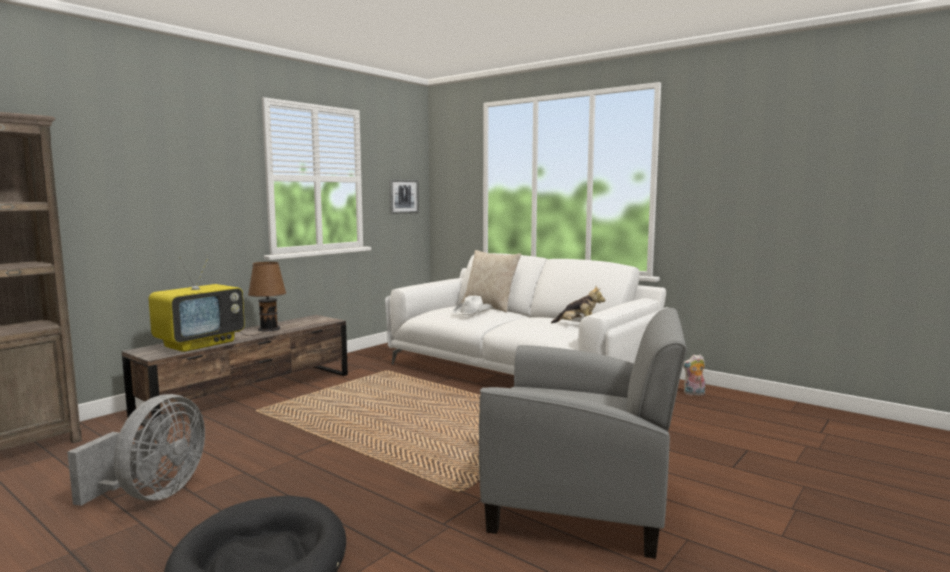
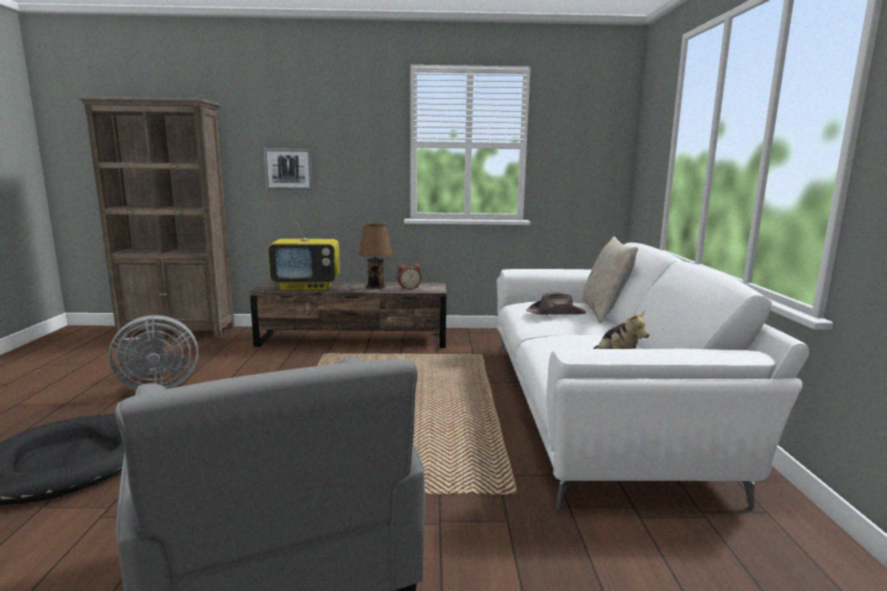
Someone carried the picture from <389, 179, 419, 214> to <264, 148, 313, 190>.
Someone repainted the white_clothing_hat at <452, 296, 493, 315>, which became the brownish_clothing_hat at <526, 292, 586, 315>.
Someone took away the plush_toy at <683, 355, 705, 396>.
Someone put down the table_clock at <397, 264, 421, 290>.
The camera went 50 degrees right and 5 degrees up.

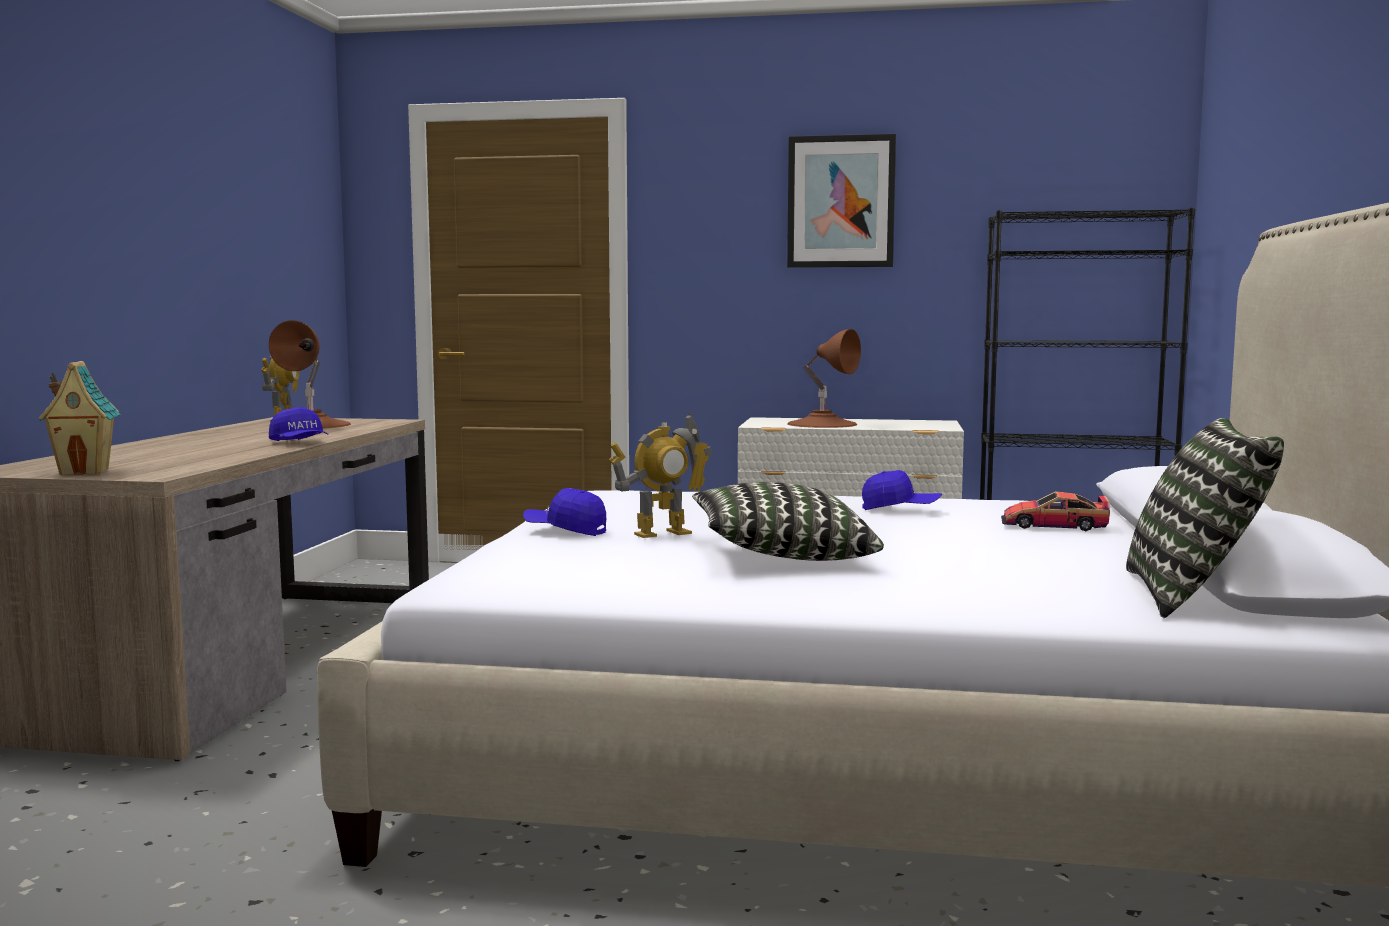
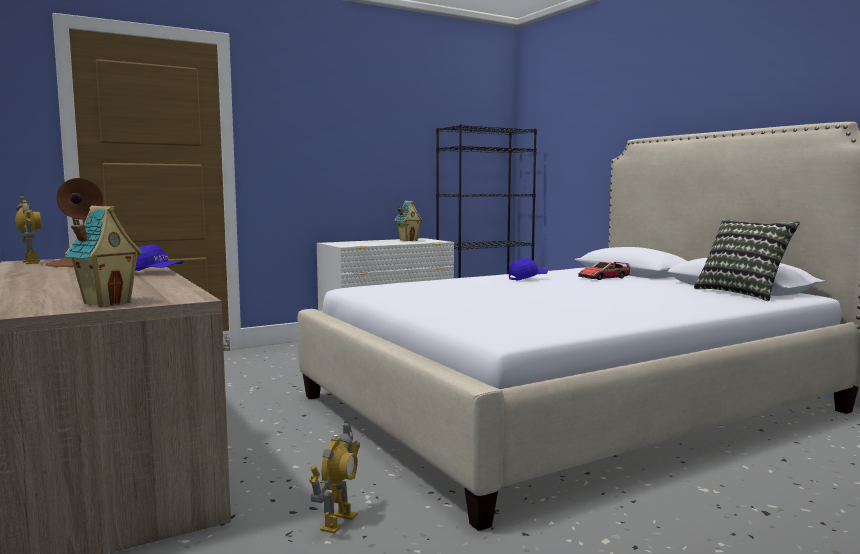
Someone took away the picture at <787, 134, 896, 268>.
Someone took away the brownish_table_lamp at <787, 329, 861, 428>.
Someone carried the robot_figure from <609, 414, 712, 538> to <309, 421, 360, 534>.
Someone took away the cushion at <692, 482, 884, 561>.
Someone took away the blue-coloured_cap at <523, 488, 606, 536>.
Someone put down the toy_house at <395, 201, 423, 241>.
The camera went 40 degrees left and 0 degrees up.

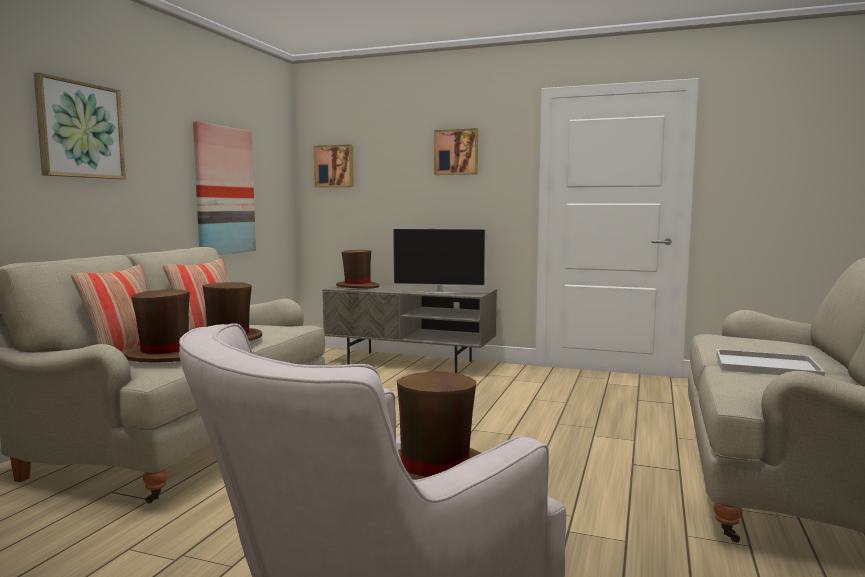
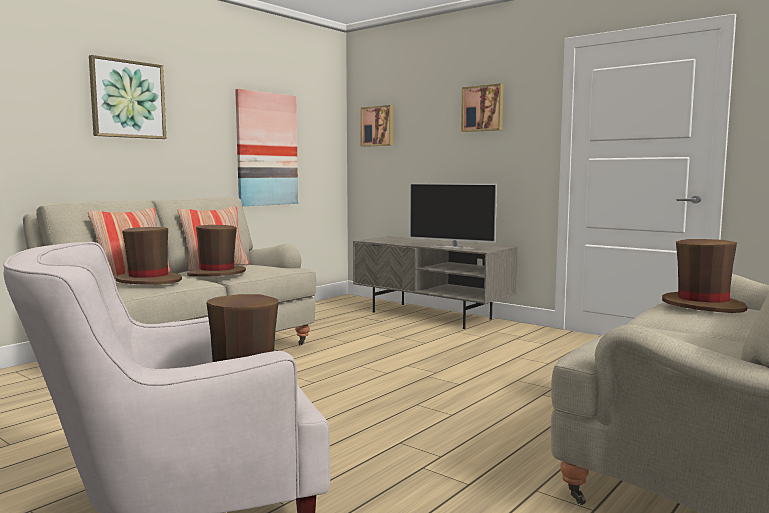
Someone carried the brownish_clothing_hat from <336, 250, 379, 289> to <662, 239, 747, 313>.
Someone took away the white_serving_tray at <716, 349, 825, 376>.
The camera went 20 degrees right and 0 degrees up.

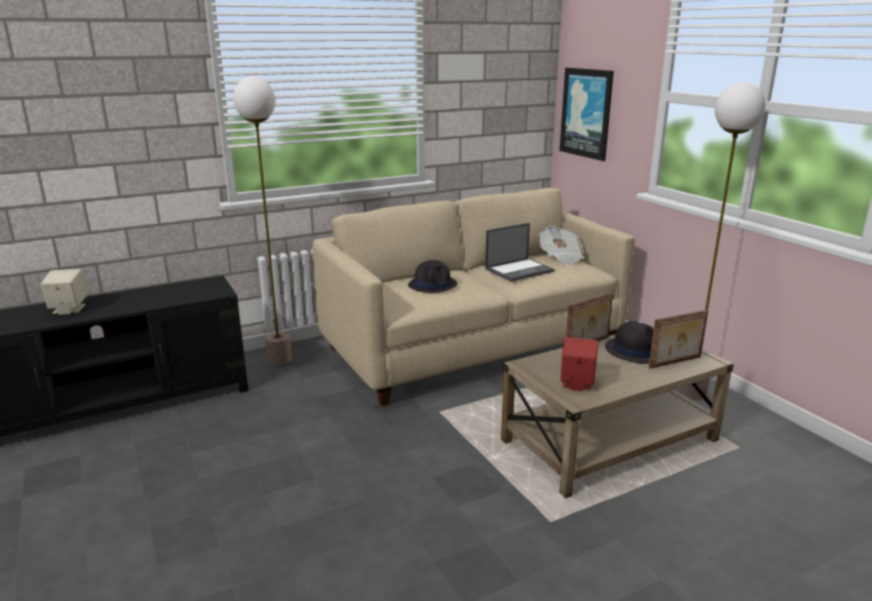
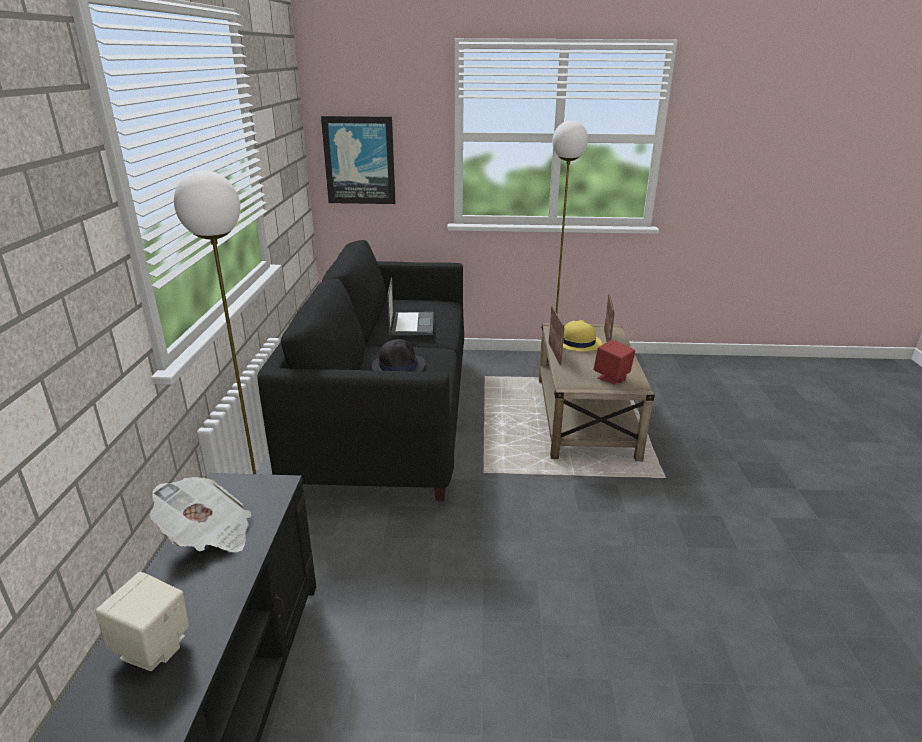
Someone repainted the beige_sofa at <313, 188, 635, 406>, which became the black-coloured_sofa at <257, 240, 464, 501>.
Someone carried the printed_paper from <539, 226, 584, 266> to <150, 477, 251, 552>.
Someone repainted the black-coloured_clothing_hat at <605, 321, 654, 364>, which became the yellow-coloured_clothing_hat at <563, 320, 602, 351>.
The camera went 60 degrees left and 5 degrees up.

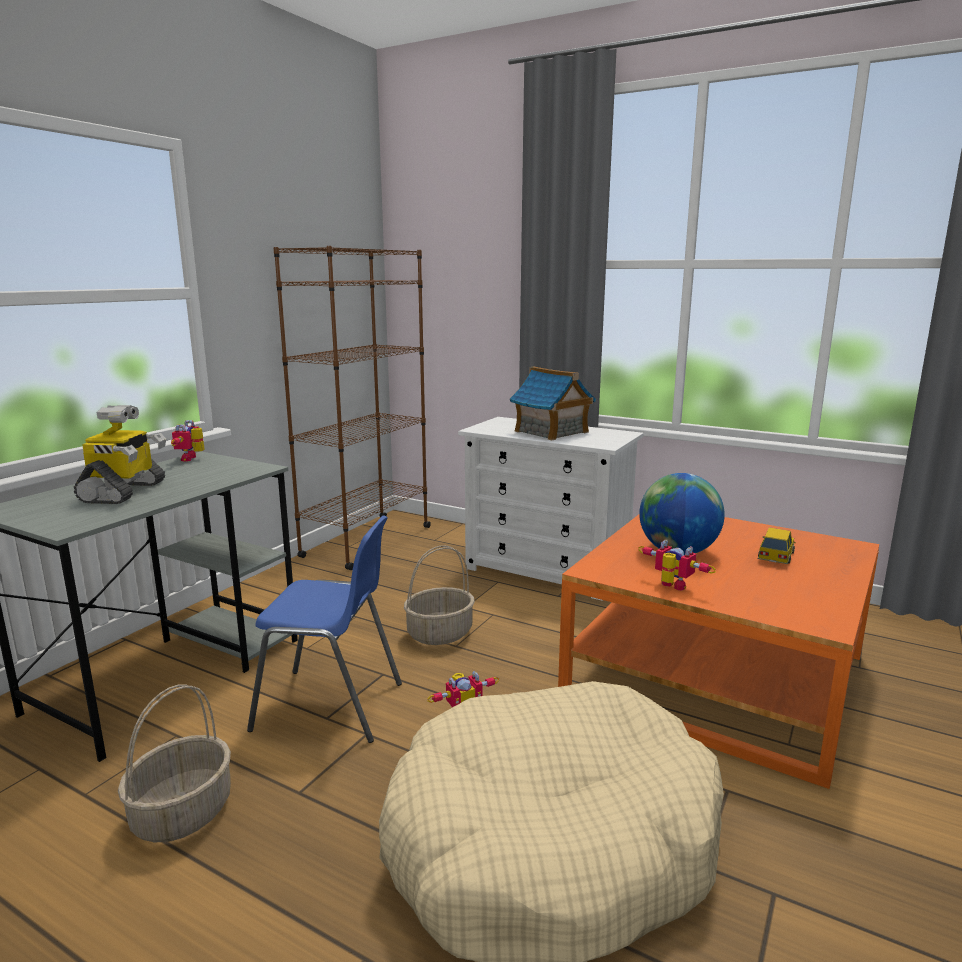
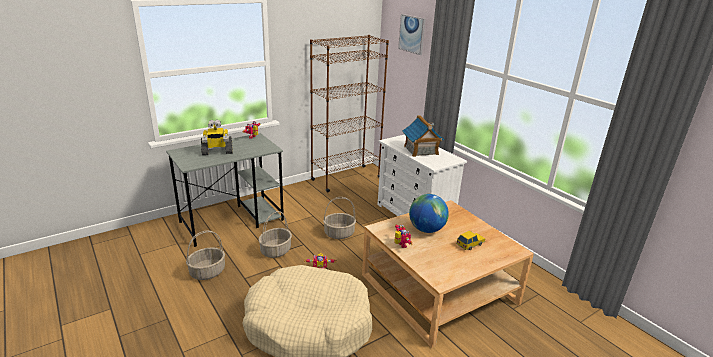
Someone rotated the robot_figure at <74, 405, 166, 504> by 45 degrees clockwise.
Someone repainted the orange_coffee_table at <558, 515, 879, 789>, which became the beige_coffee_table at <362, 200, 534, 348>.
Someone swapped the blue-coloured_plain_chair at <247, 516, 402, 743> for the storage_basket at <258, 211, 292, 258>.
Someone put up the picture at <398, 14, 426, 55>.
The camera went 25 degrees right and 10 degrees up.

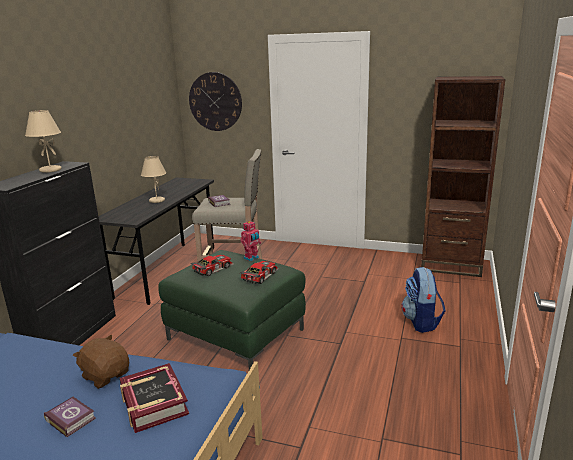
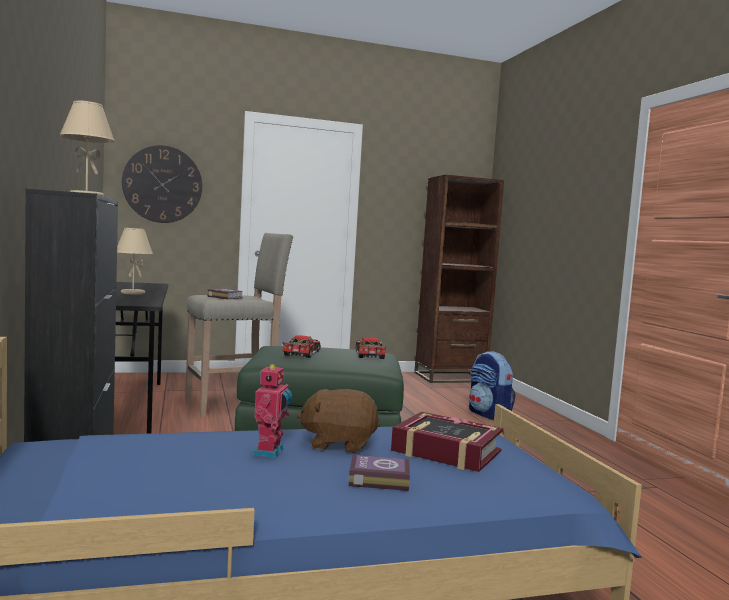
Someone carried the robot_figure from <240, 220, 261, 261> to <253, 364, 292, 458>.
The camera went 35 degrees left and 15 degrees down.

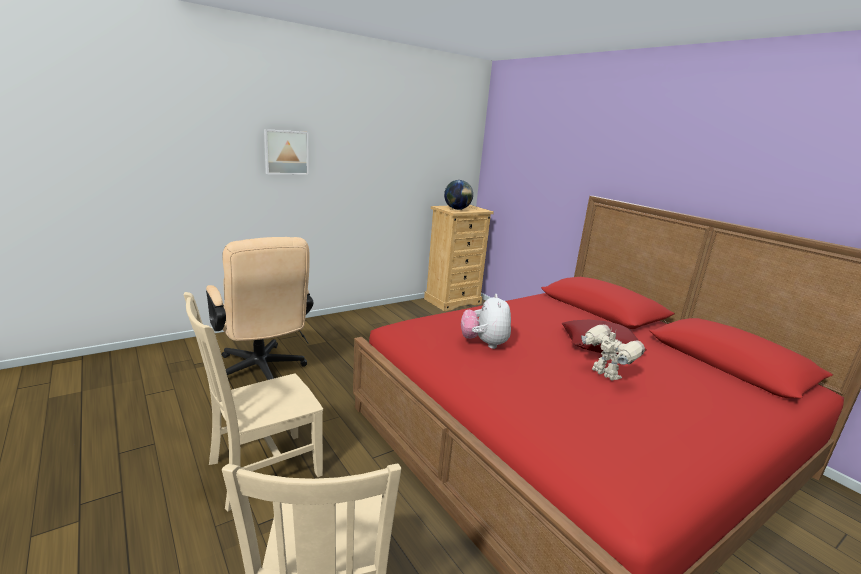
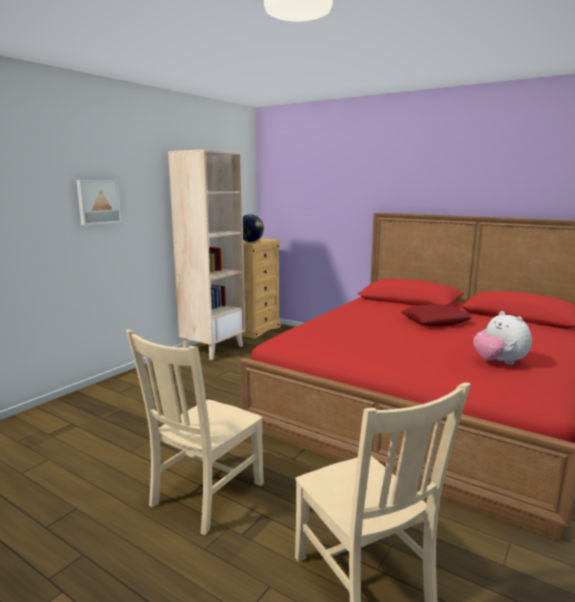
Someone took away the beige_desk_chair at <206, 237, 313, 380>.
Someone carried the plush_toy from <461, 294, 511, 349> to <473, 311, 532, 365>.
Someone took away the robot_figure at <581, 325, 645, 381>.
Someone put down the beige_shelving_unit at <168, 149, 245, 360>.
The camera went 20 degrees left and 5 degrees down.

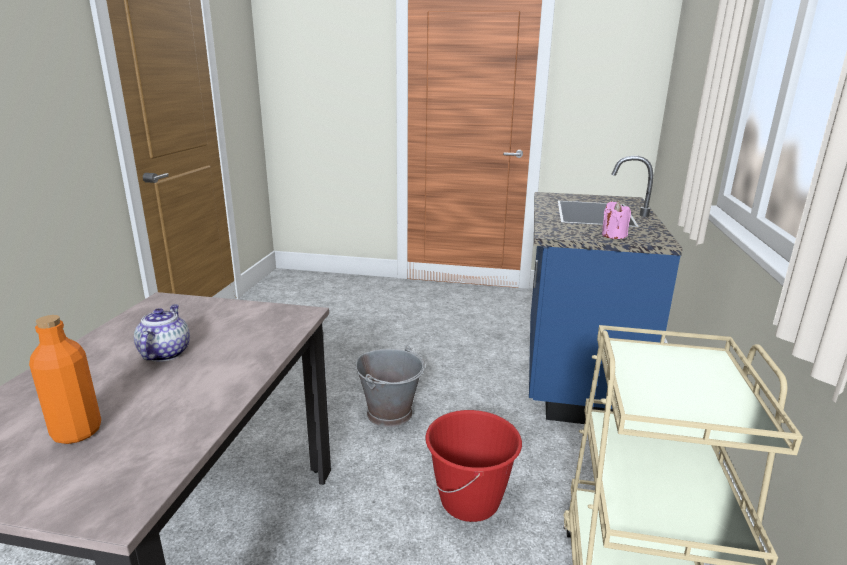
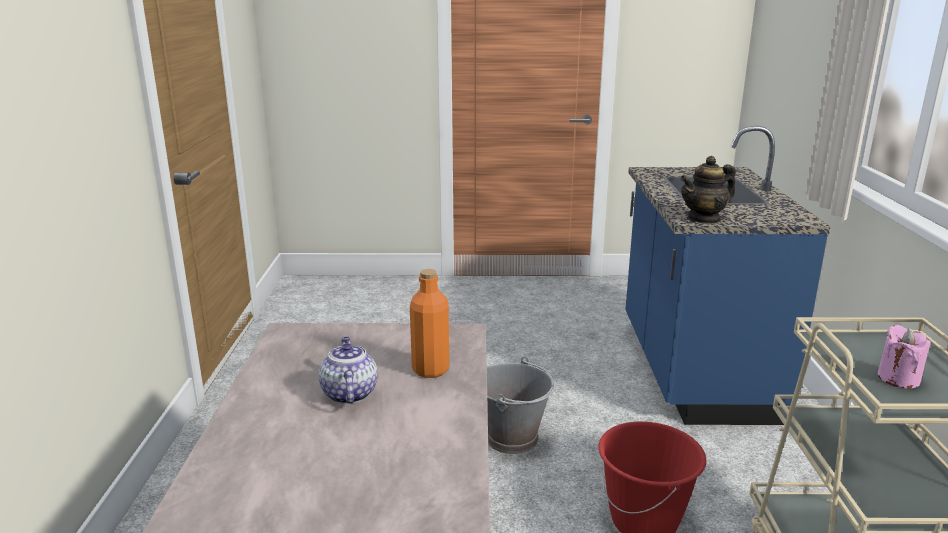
Someone carried the pink-coloured_wax_light from <602, 201, 631, 239> to <878, 325, 931, 389>.
Someone carried the orange_drink_bottle from <29, 315, 101, 444> to <410, 269, 449, 378>.
Someone put down the pot_for_tea at <680, 156, 736, 224>.
The camera went 10 degrees left and 0 degrees up.

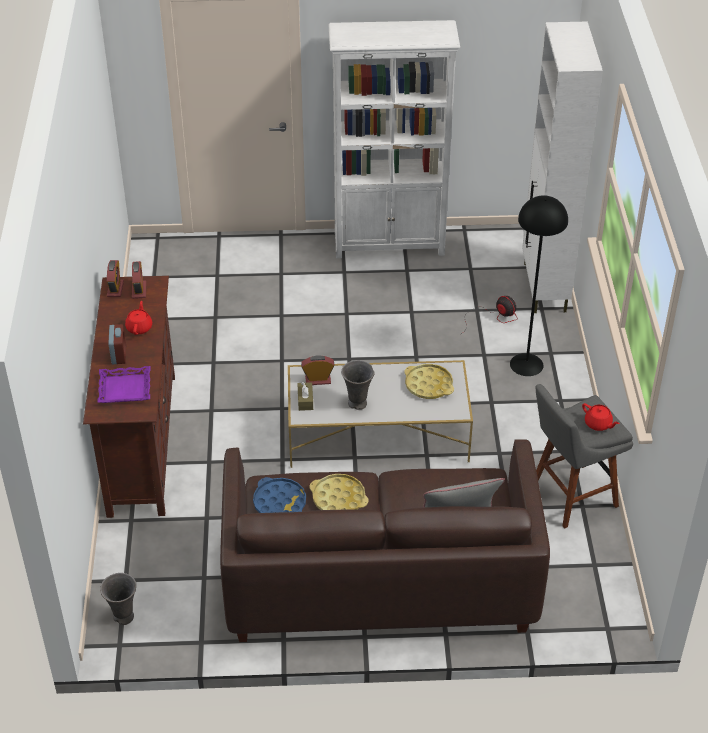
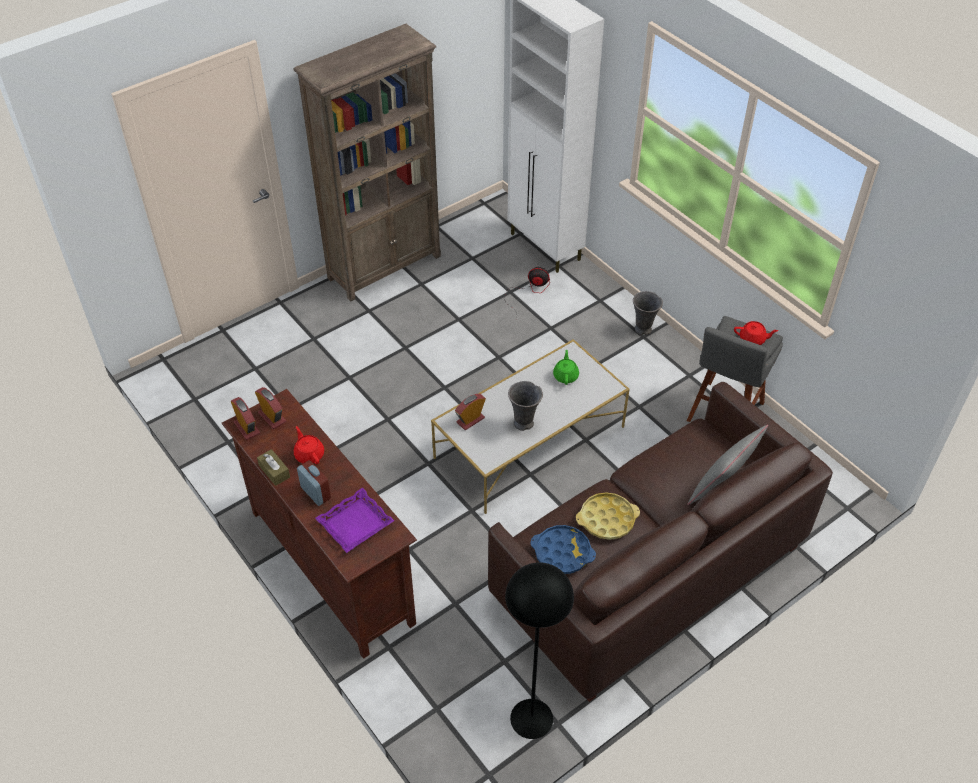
Someone repainted the white_shelving_unit at <329, 20, 460, 258>, which became the brownish_shelving_unit at <293, 24, 441, 302>.
Someone carried the black-coloured_floor_lamp from <510, 195, 568, 376> to <505, 562, 574, 739>.
Someone swapped the yellow-coloured_serving_tray at <404, 364, 454, 399> for the green_pot_for_tea at <553, 350, 579, 385>.
Someone carried the brownish_box_of_tissues from <297, 382, 313, 411> to <257, 449, 290, 486>.
Someone carried the grey_decorative_vase from <100, 573, 136, 625> to <633, 291, 663, 335>.
The camera went 35 degrees left and 5 degrees up.

